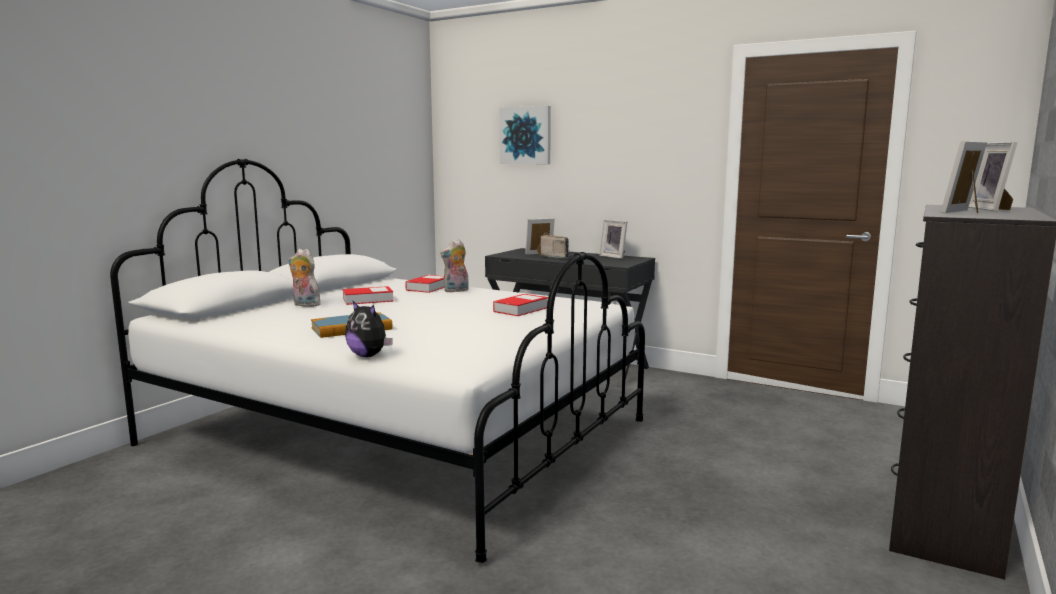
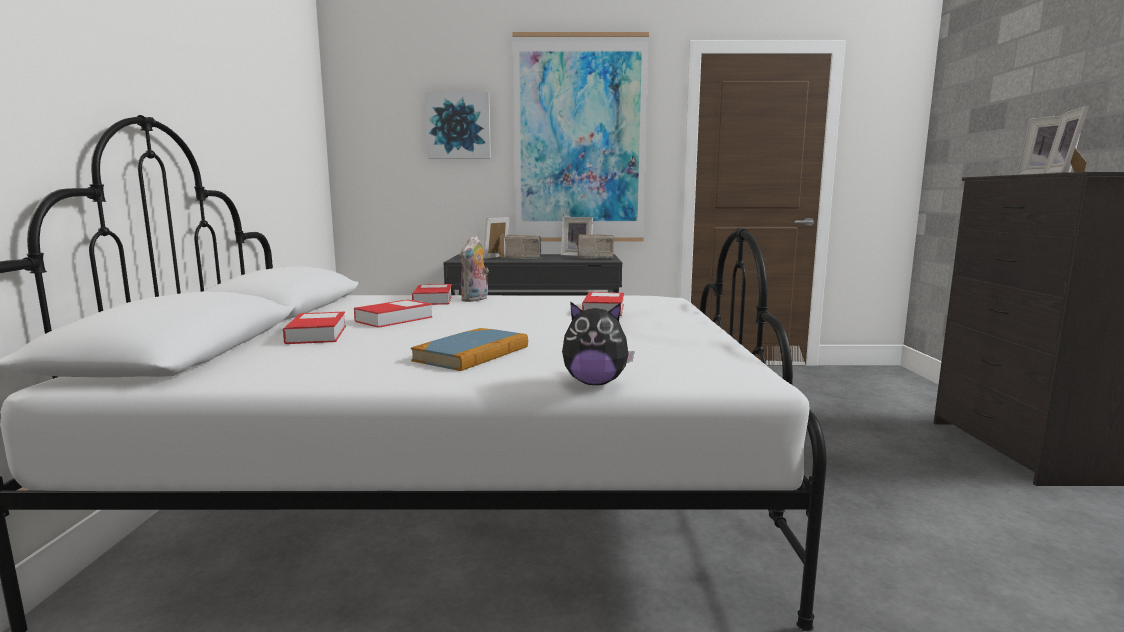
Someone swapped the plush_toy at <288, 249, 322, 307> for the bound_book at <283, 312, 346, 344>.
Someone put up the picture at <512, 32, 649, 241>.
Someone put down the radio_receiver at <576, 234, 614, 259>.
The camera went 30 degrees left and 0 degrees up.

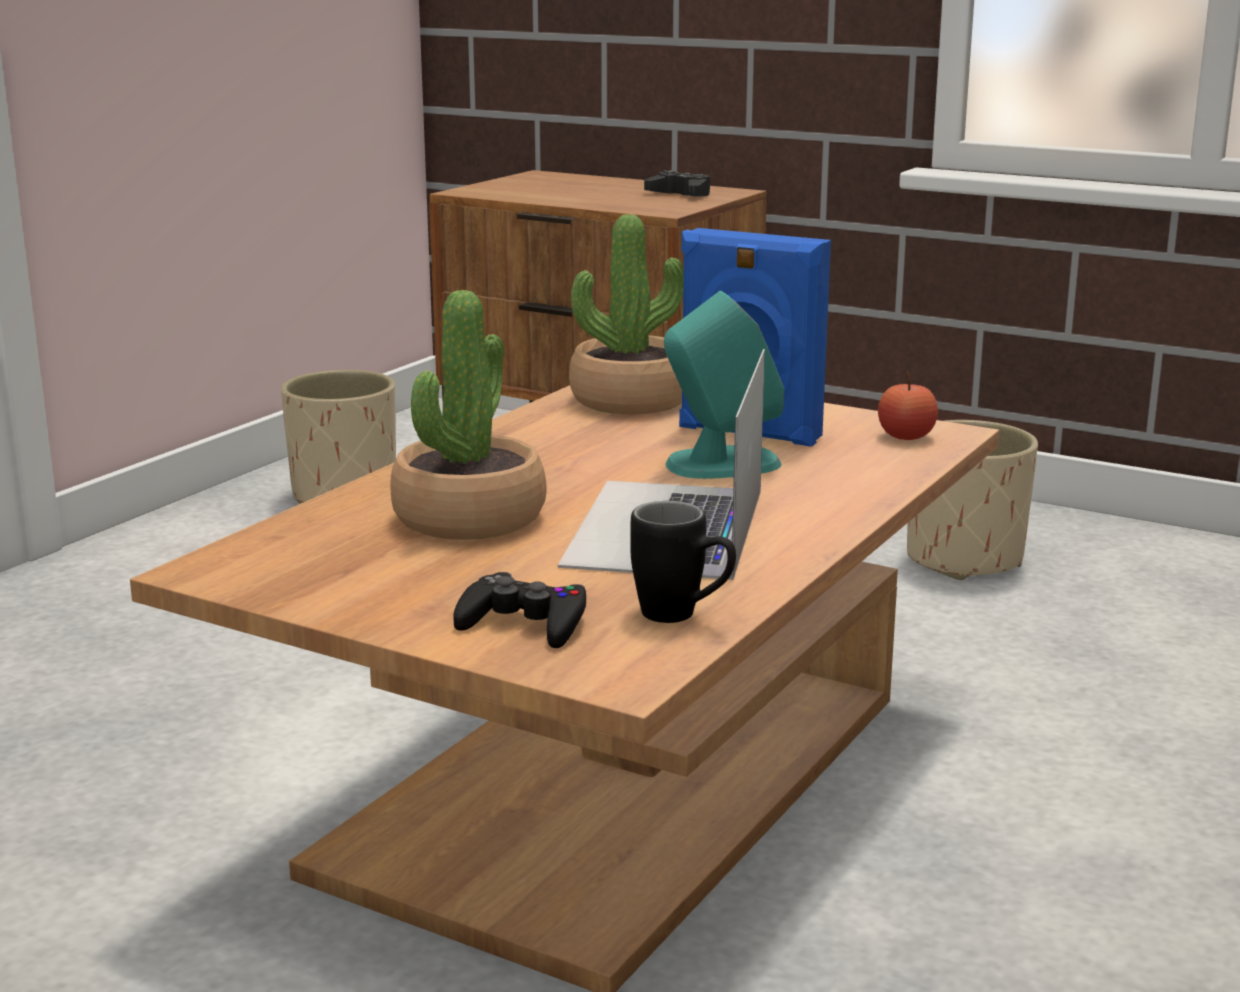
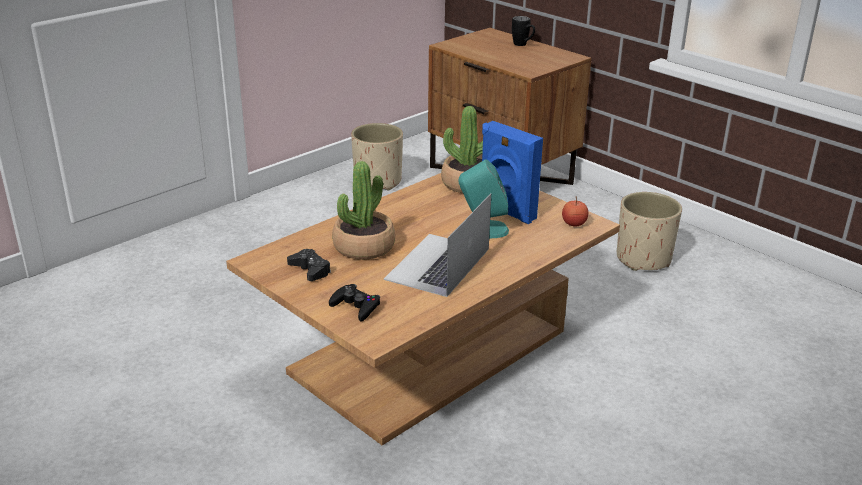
Someone carried the black-coloured_joypad from <644, 170, 710, 197> to <287, 249, 331, 281>.
Someone carried the black-coloured_tea_mug from <630, 501, 736, 623> to <512, 16, 535, 46>.
The camera went 15 degrees right and 10 degrees up.

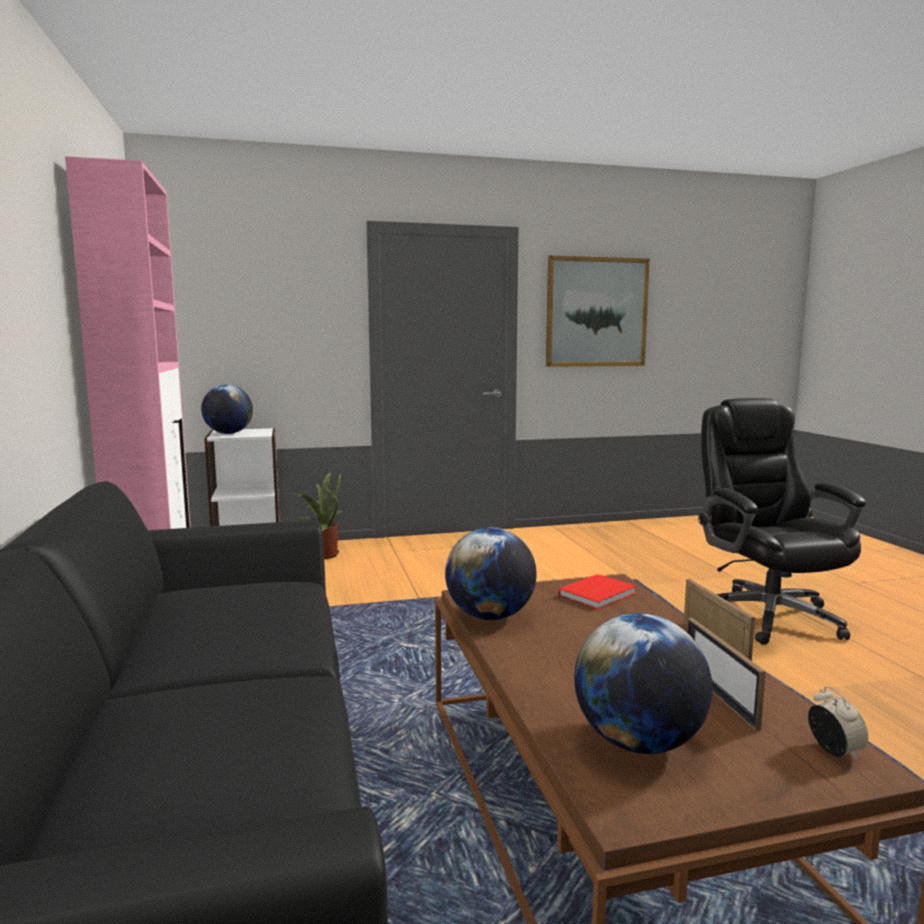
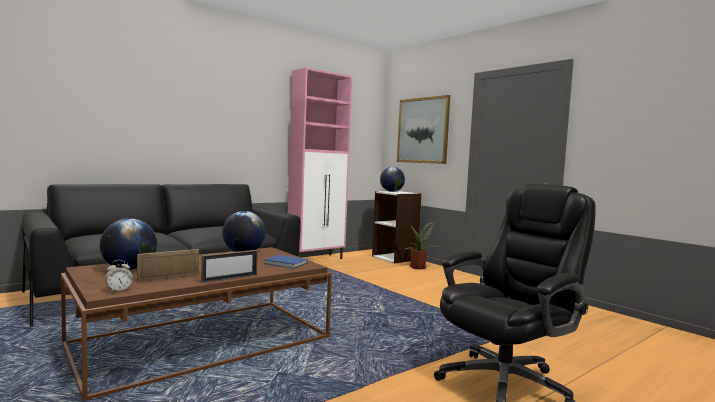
Someone carried the picture from <546, 256, 650, 367> to <397, 95, 450, 164>.
Someone repainted the red-coloured_bound_book at <559, 574, 636, 610>, which became the blue-coloured_bound_book at <264, 255, 308, 269>.
The camera went 65 degrees right and 5 degrees down.

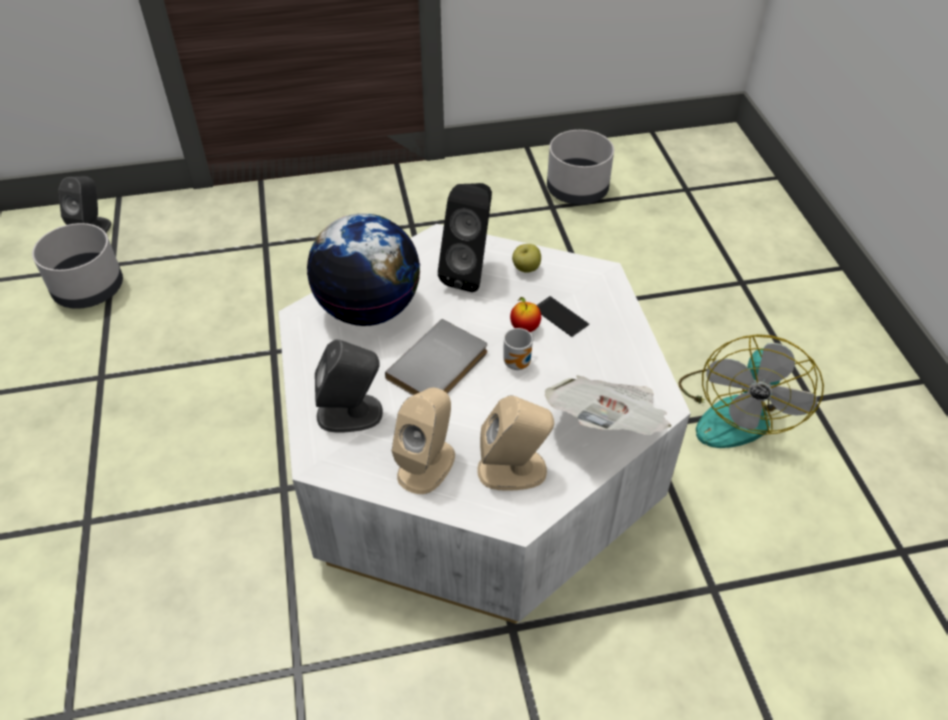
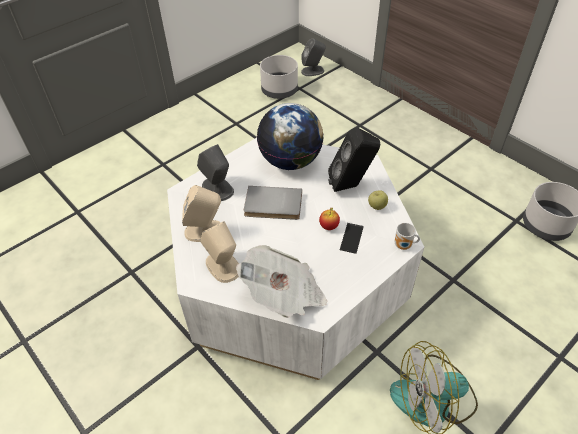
Someone carried the tea_mug from <503, 328, 534, 370> to <395, 223, 420, 250>.
The camera went 60 degrees right and 0 degrees up.

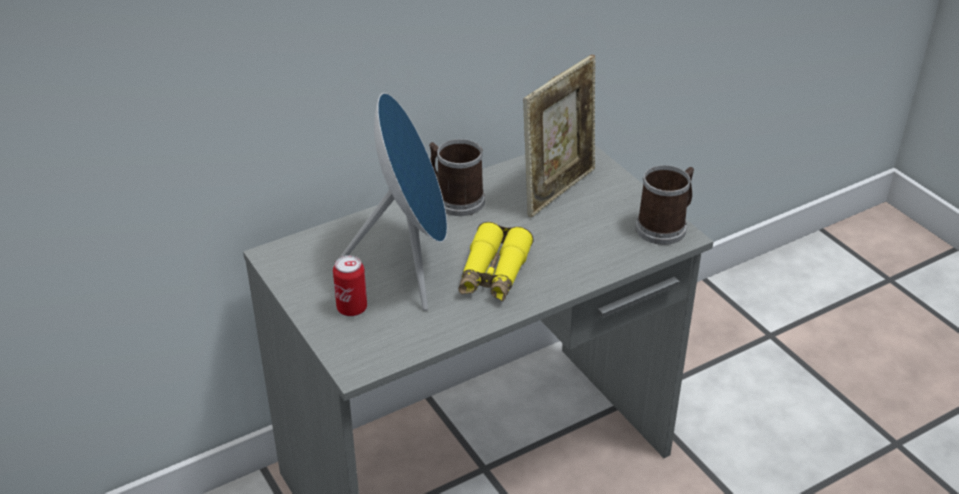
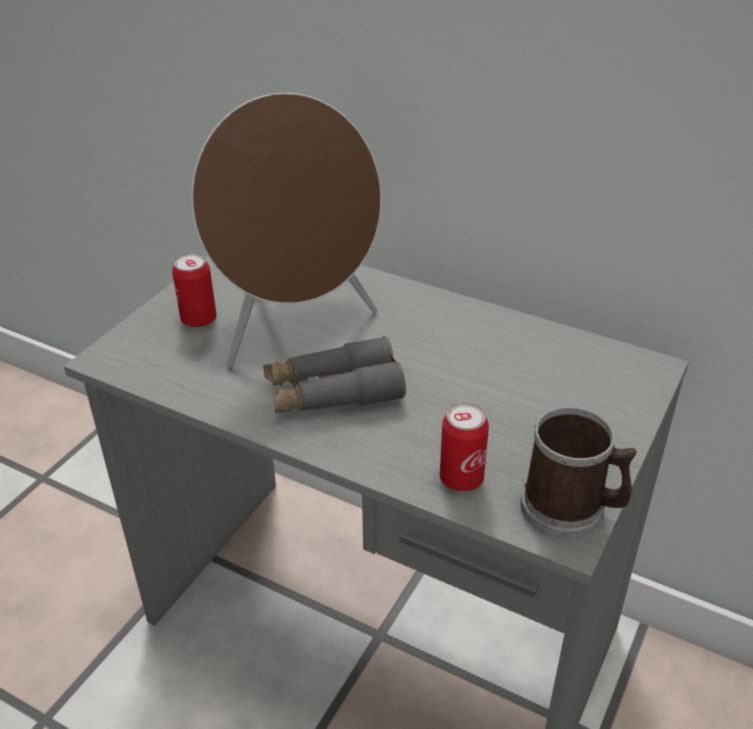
Someone took away the picture_frame at <523, 55, 596, 218>.
Someone repainted the blue-coloured_speaker at <333, 93, 447, 311>, which became the brownish_speaker at <191, 93, 382, 368>.
Someone took away the tea_mug at <429, 139, 485, 216>.
Someone repainted the yellow-coloured_pair_of_binoculars at <458, 222, 534, 301>, which became the grey_pair_of_binoculars at <263, 336, 406, 413>.
Someone put down the metal_can at <440, 403, 489, 492>.
The camera went 60 degrees right and 0 degrees up.

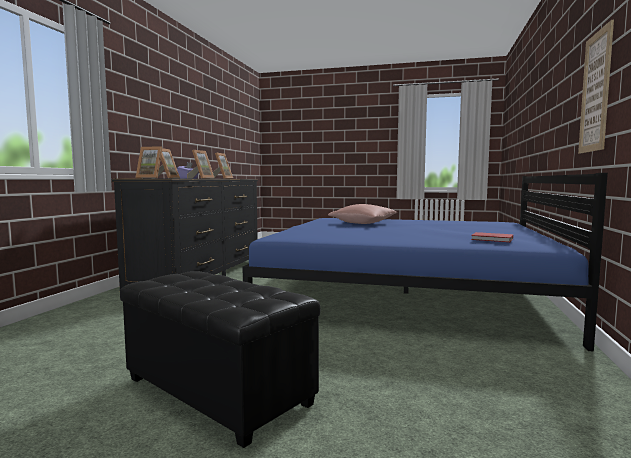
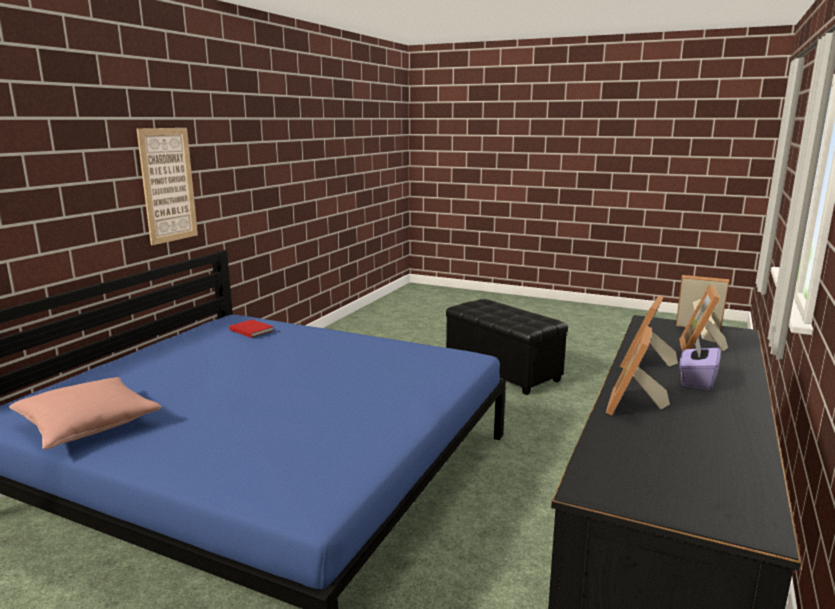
Someone carried the pink-coloured_cushion from <328, 204, 398, 224> to <9, 377, 161, 449>.
The camera went 170 degrees left and 10 degrees up.

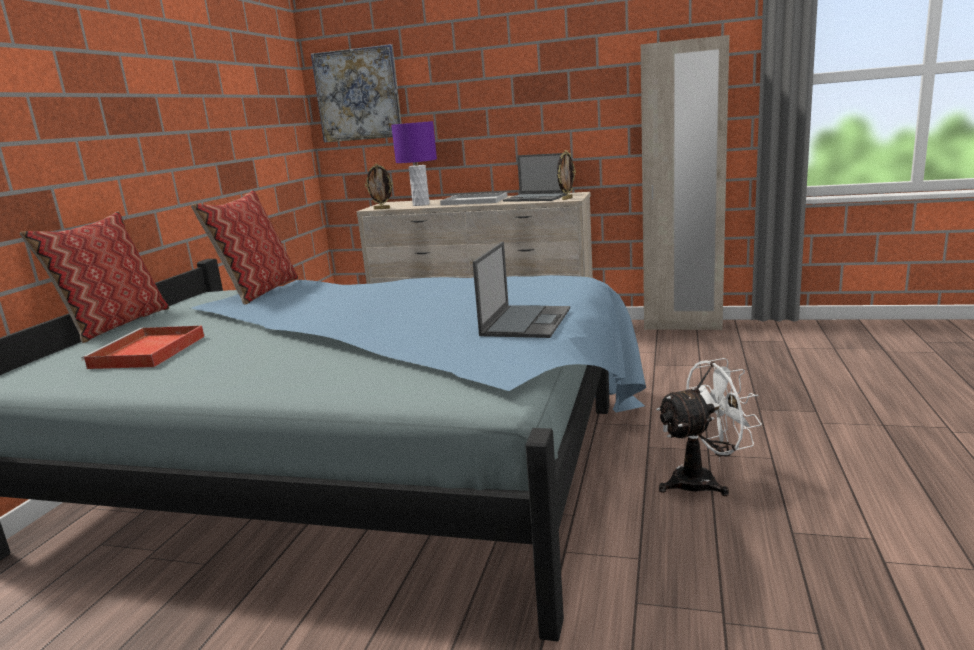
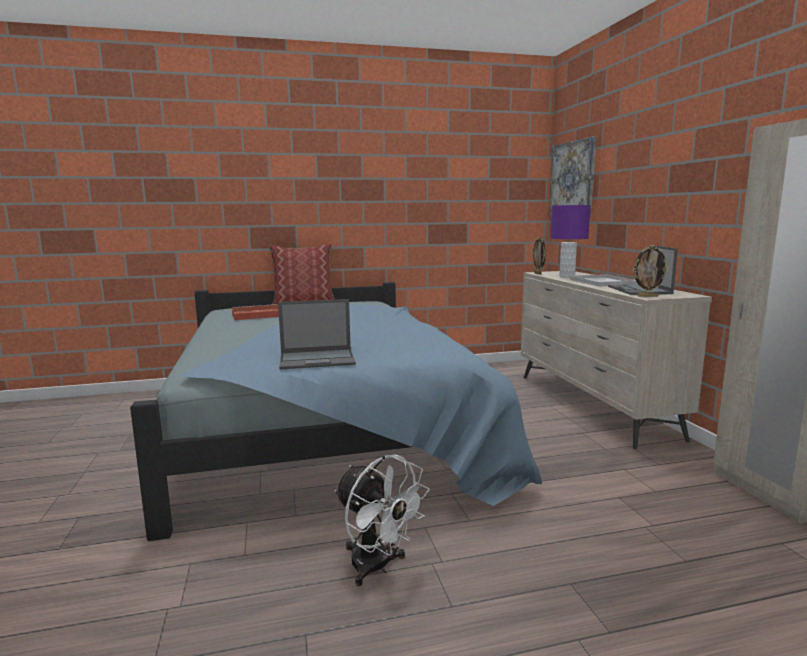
Someone took away the cushion at <191, 190, 298, 304>.
The camera went 60 degrees right and 5 degrees down.

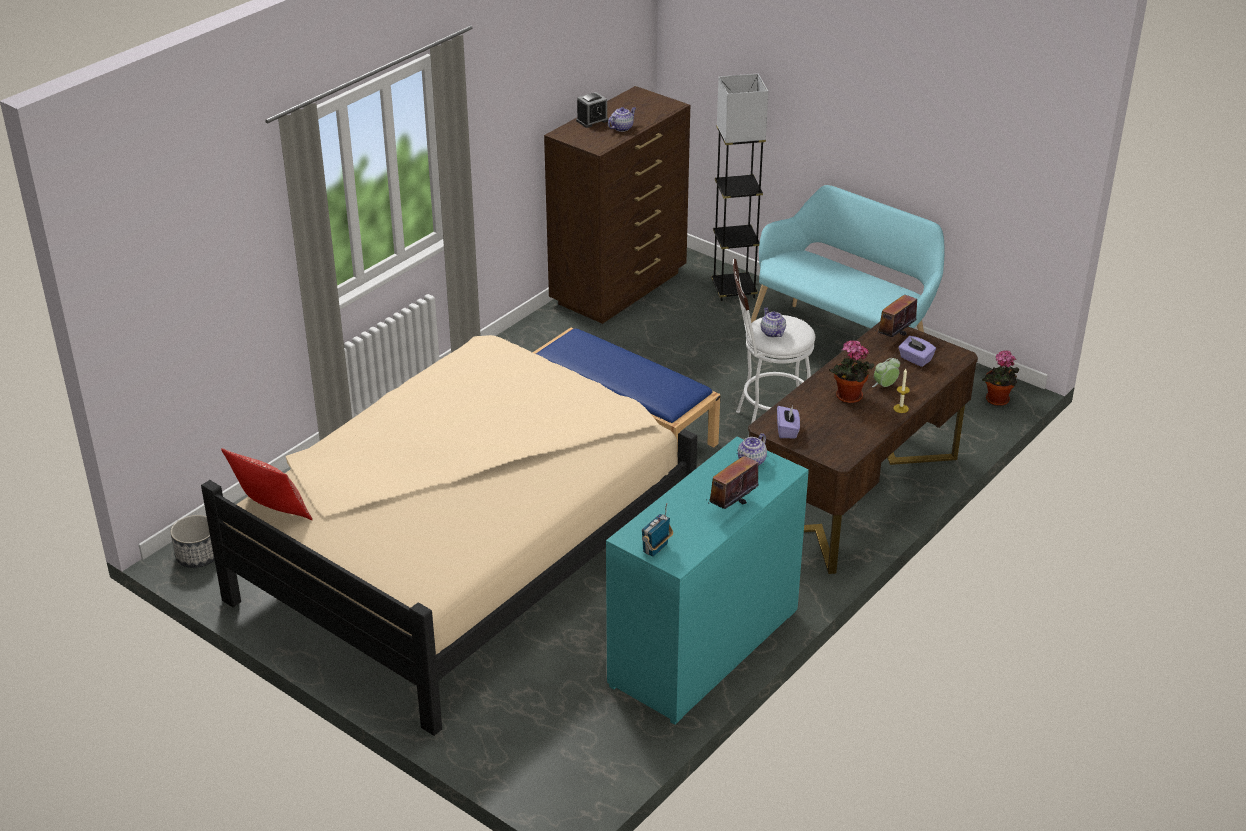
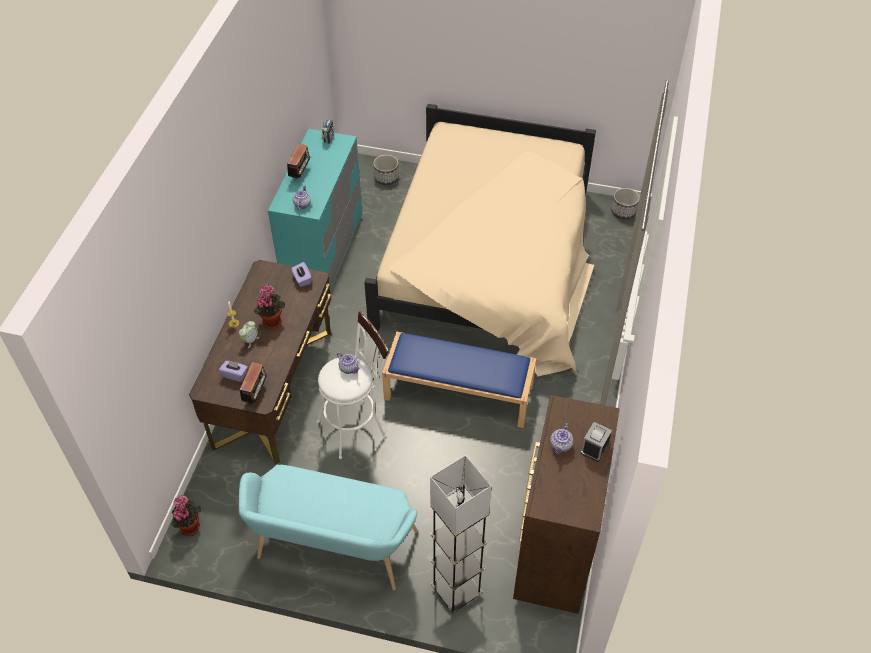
Someone took away the cushion at <221, 448, 313, 520>.
Someone put down the plant_pot at <373, 155, 399, 185>.
The camera went 155 degrees right and 15 degrees up.

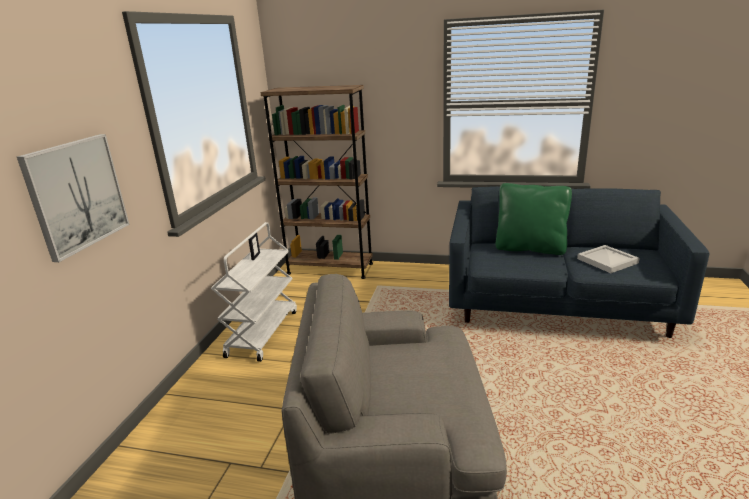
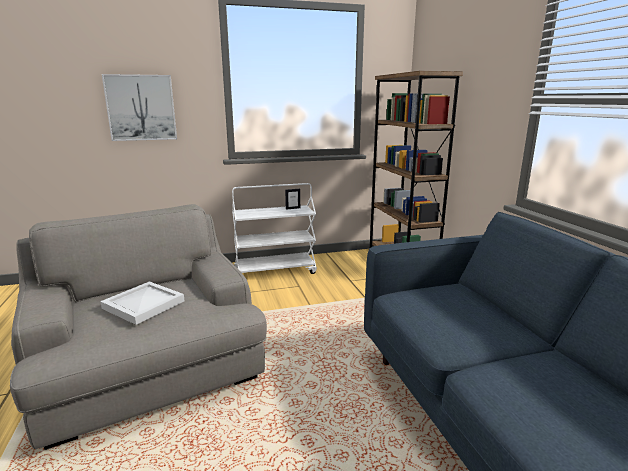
Someone took away the green_cushion at <496, 183, 572, 255>.
Someone carried the white_serving_tray from <577, 245, 640, 273> to <100, 281, 185, 325>.
The camera went 60 degrees right and 5 degrees down.

